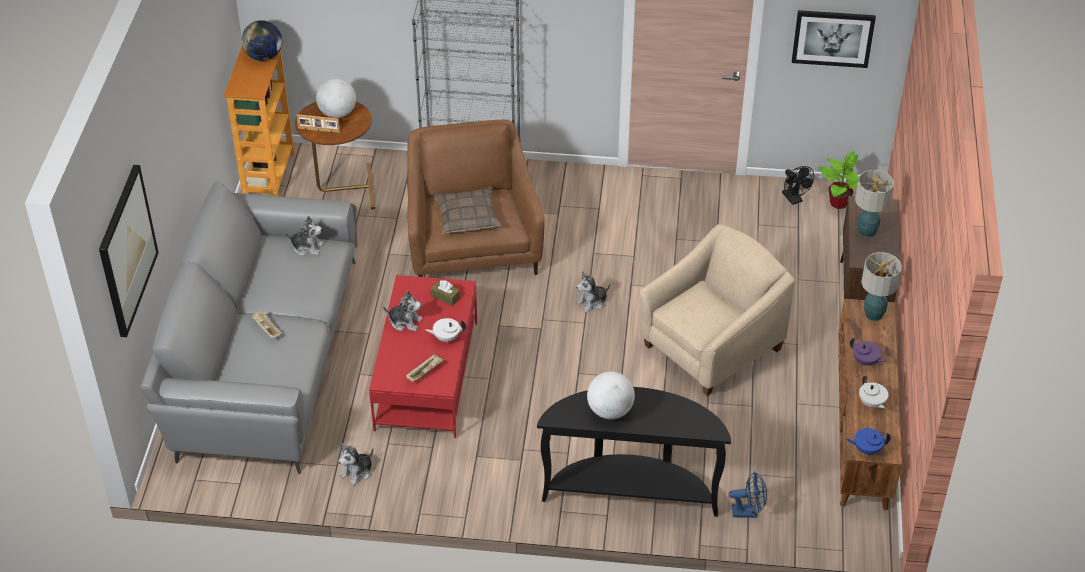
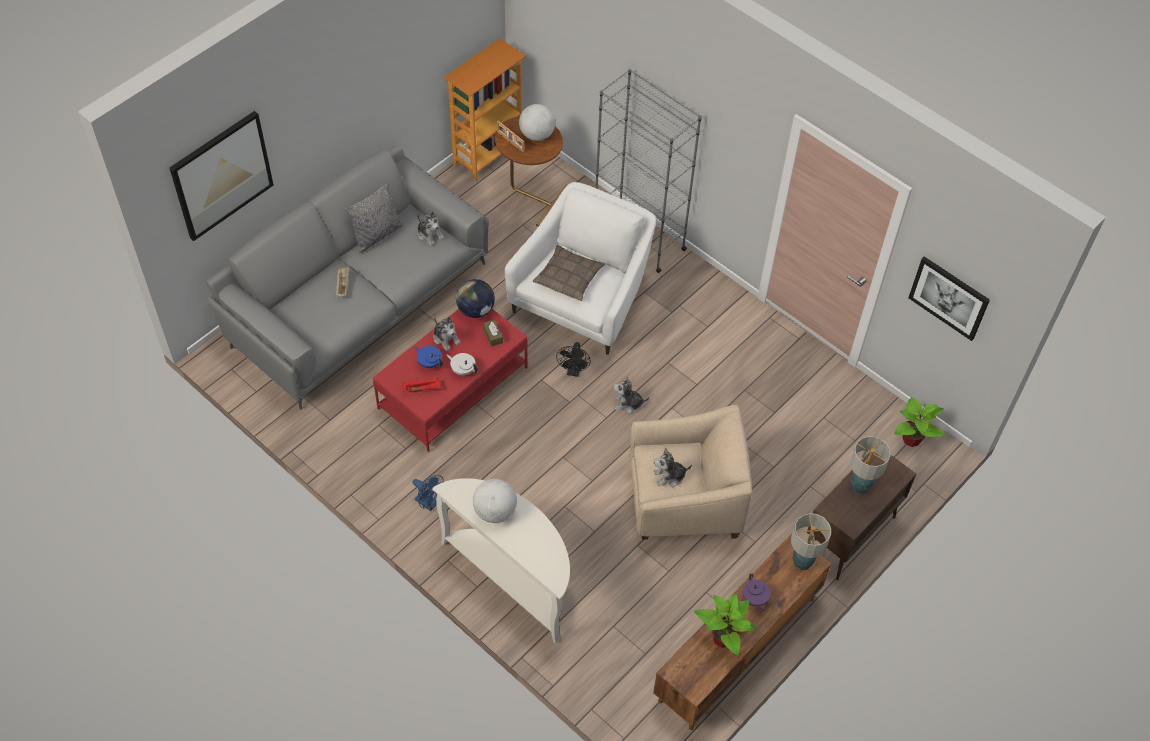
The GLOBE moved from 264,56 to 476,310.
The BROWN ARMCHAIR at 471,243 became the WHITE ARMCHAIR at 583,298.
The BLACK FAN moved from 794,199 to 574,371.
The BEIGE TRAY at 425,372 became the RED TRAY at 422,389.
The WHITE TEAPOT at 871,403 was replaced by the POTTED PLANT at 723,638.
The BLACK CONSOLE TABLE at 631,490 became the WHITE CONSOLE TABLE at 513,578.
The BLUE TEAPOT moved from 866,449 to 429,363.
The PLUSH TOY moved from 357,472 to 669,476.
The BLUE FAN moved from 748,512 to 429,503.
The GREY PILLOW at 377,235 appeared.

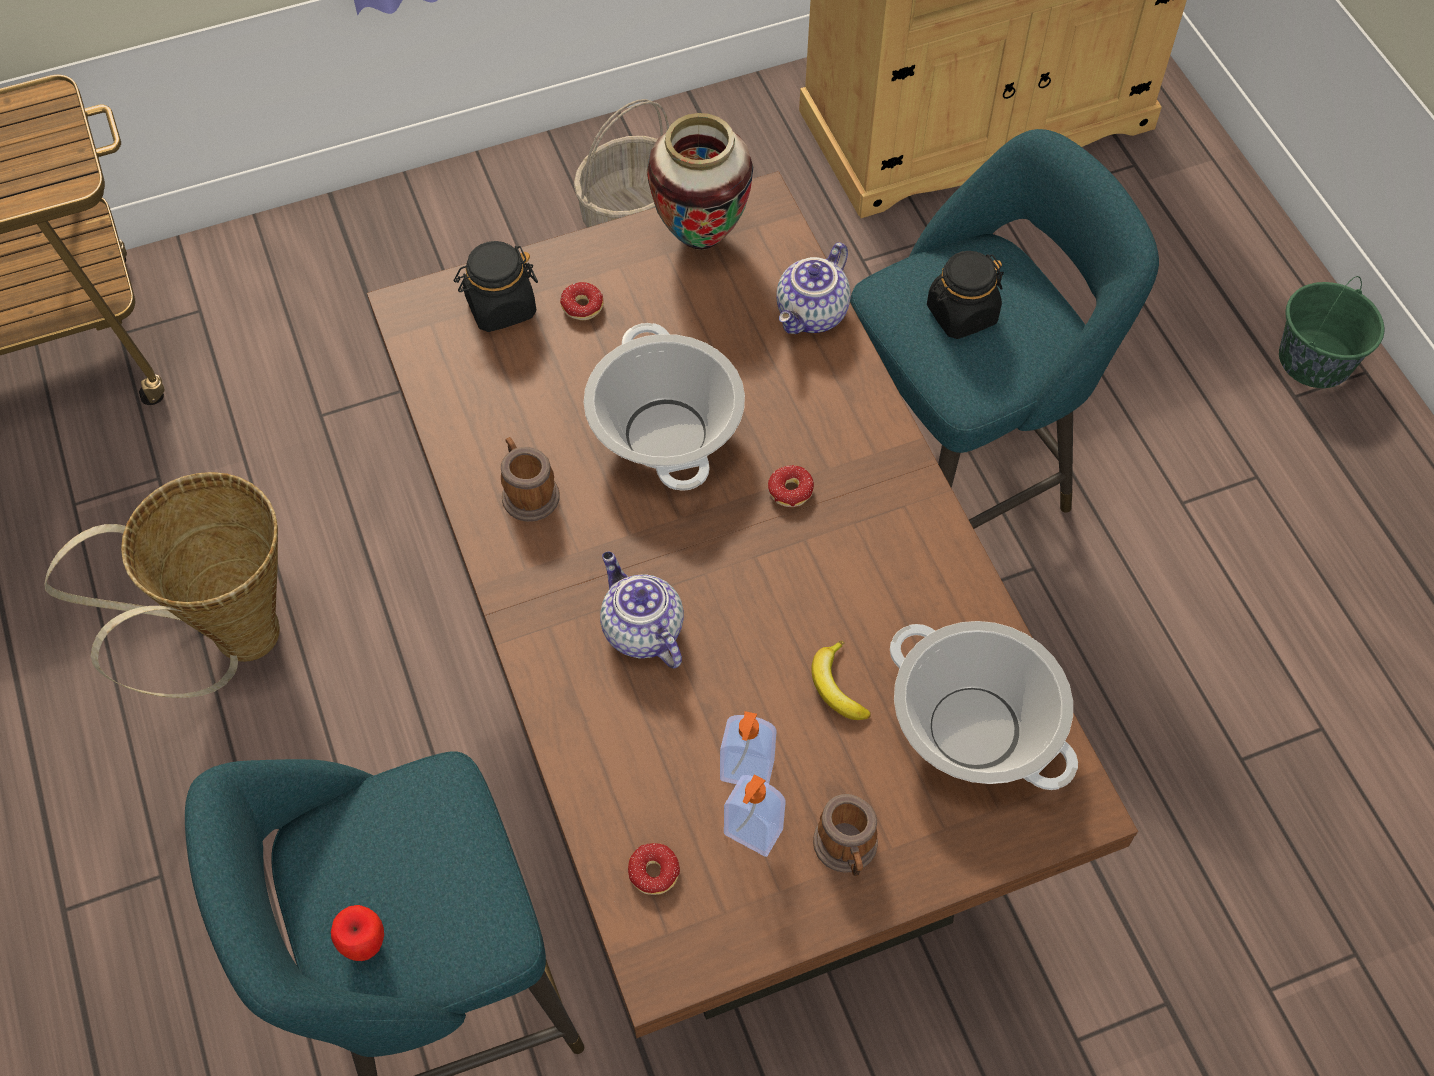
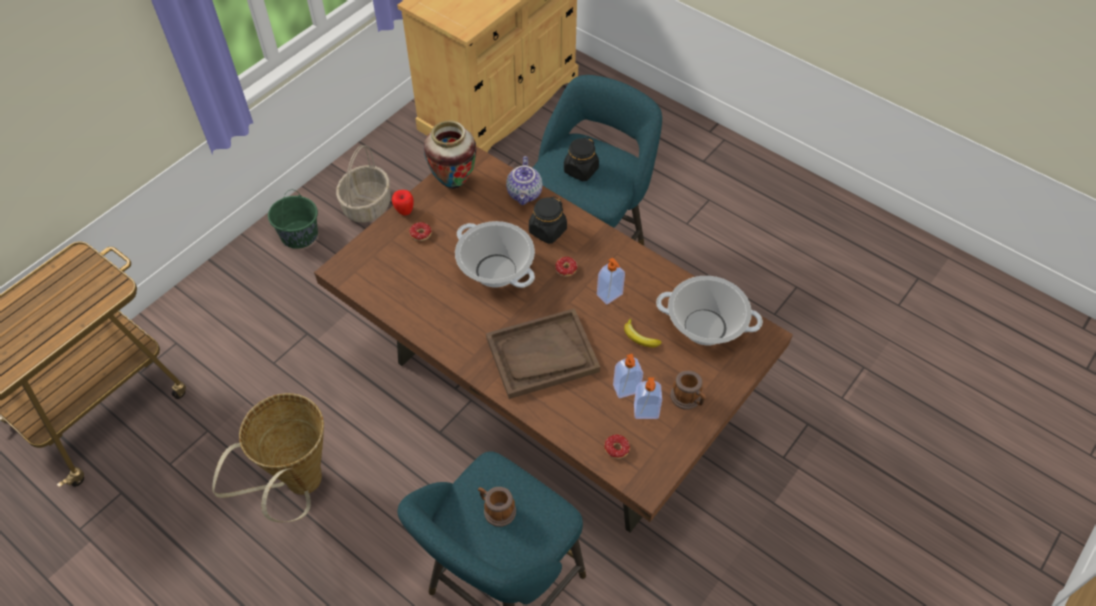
The BLACK JAR moved from 500,307 to 547,231.
The GREEN BUCKET moved from 1314,360 to 299,235.
The MUG moved from 527,492 to 496,510.
The TEAPOT at 641,630 was replaced by the BROWN TRAY at 542,355.
The APPLE moved from 364,945 to 404,212.
The SOAP DISPENSER at 610,295 appeared.

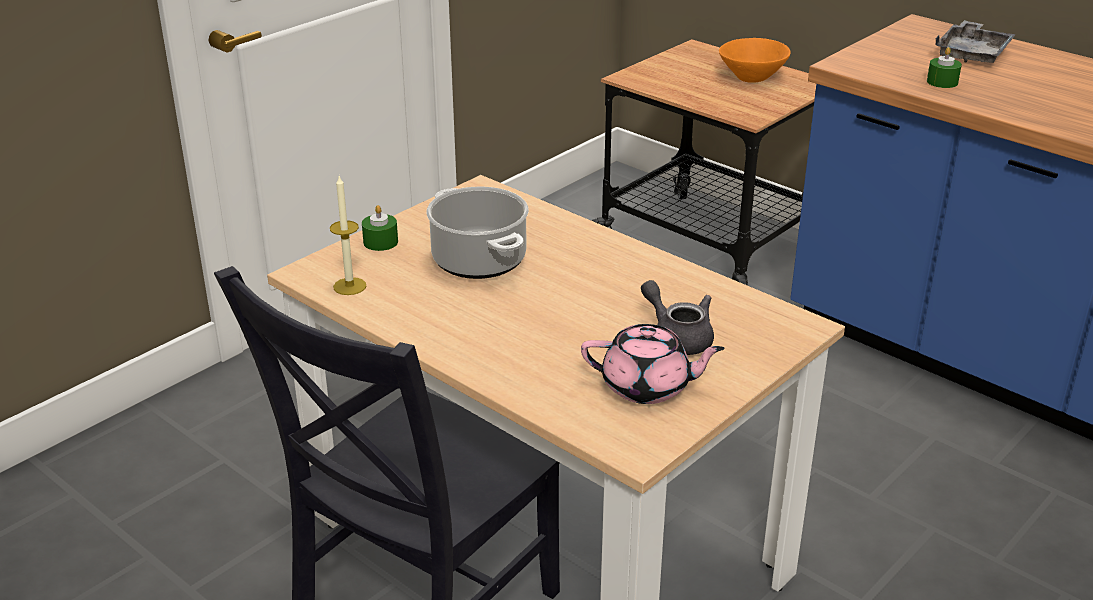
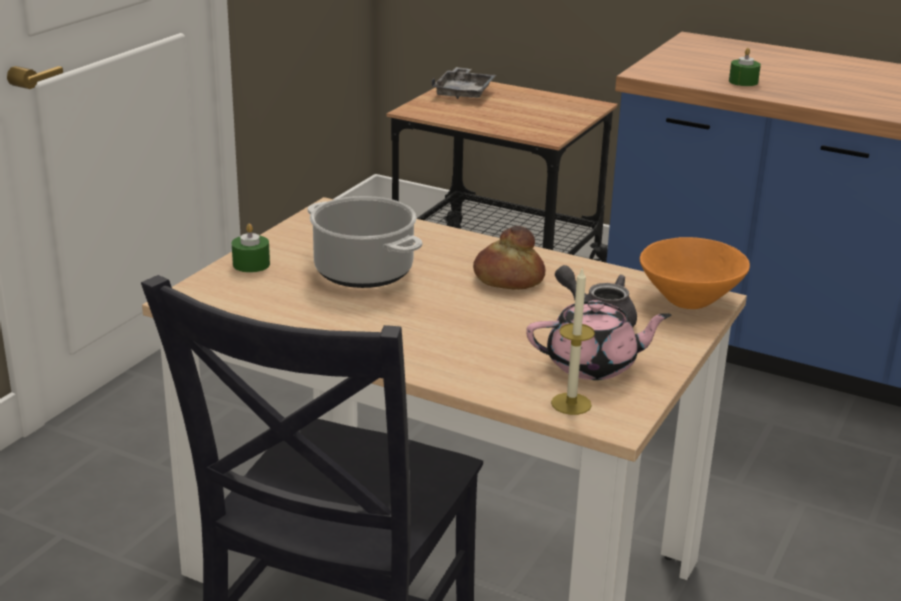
The GREY TRAY moved from 972,54 to 464,92.
The ORANGE BOWL moved from 751,77 to 687,300.
The CANDLE moved from 349,286 to 571,404.
The BREAD at 508,279 appeared.

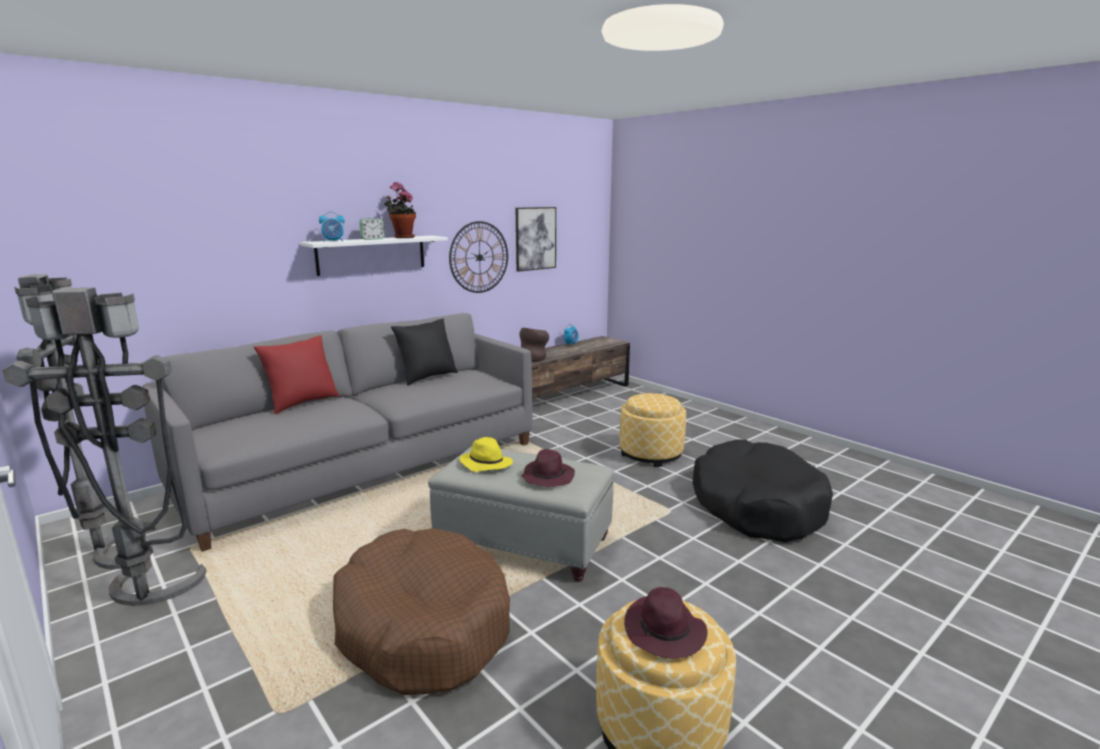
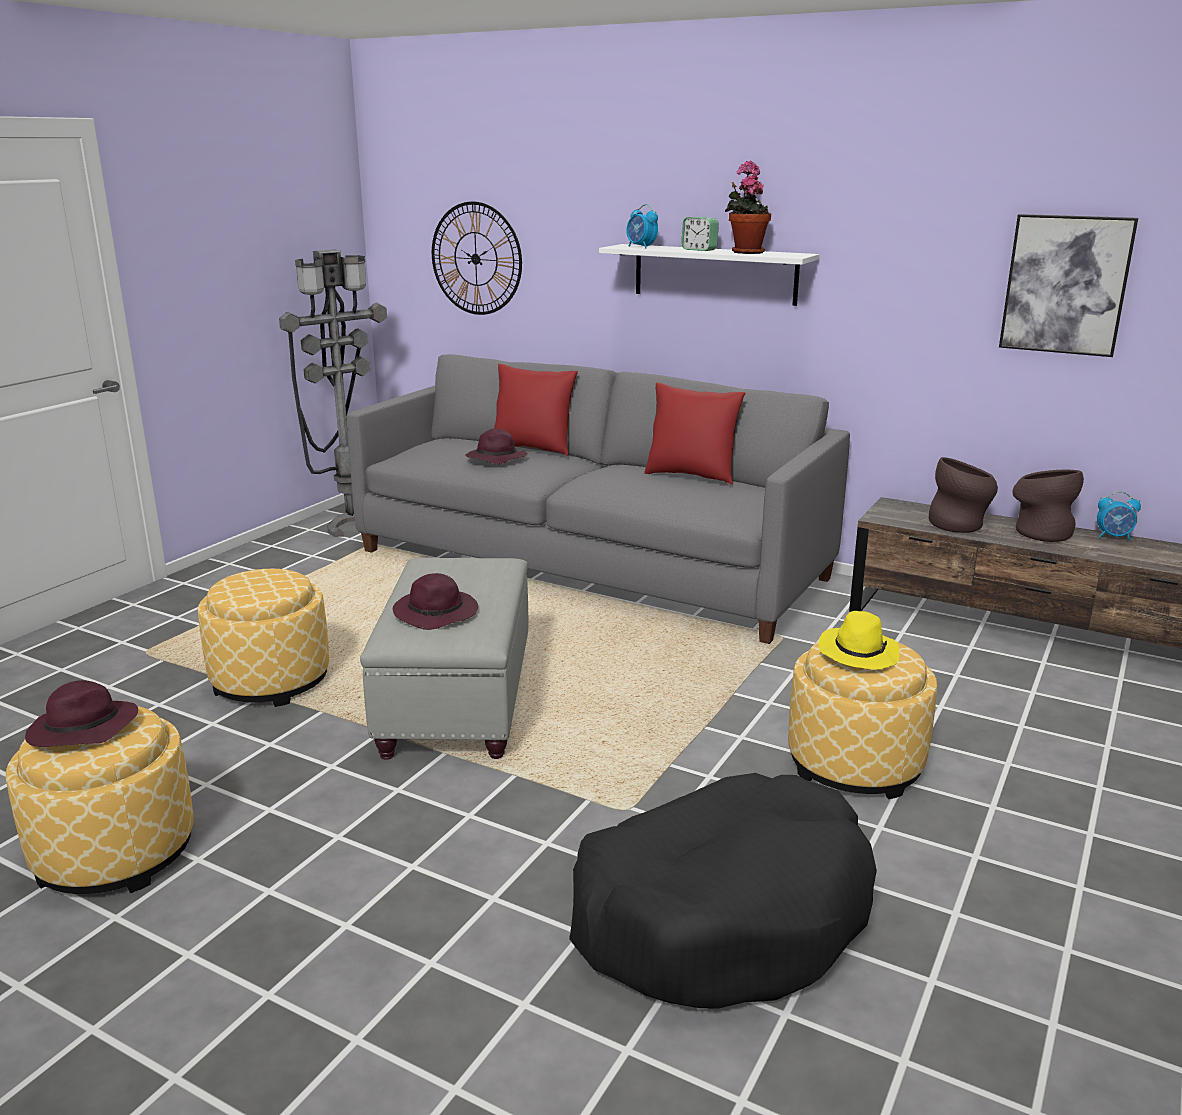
The WALL CLOCK moved from 479,257 to 476,259.
The GREY FLOOR LAMP at 148,597 disappeared.
The BLACK PILLOW at 427,377 became the RED PILLOW at 691,475.
The YELLOW HAT moved from 485,464 to 857,653.
The BROWN DOG BED at 422,626 was replaced by the OTTOMAN at 271,681.
The PURPLE HAT at 495,459 appeared.
The BROWN VASE at 1039,532 appeared.

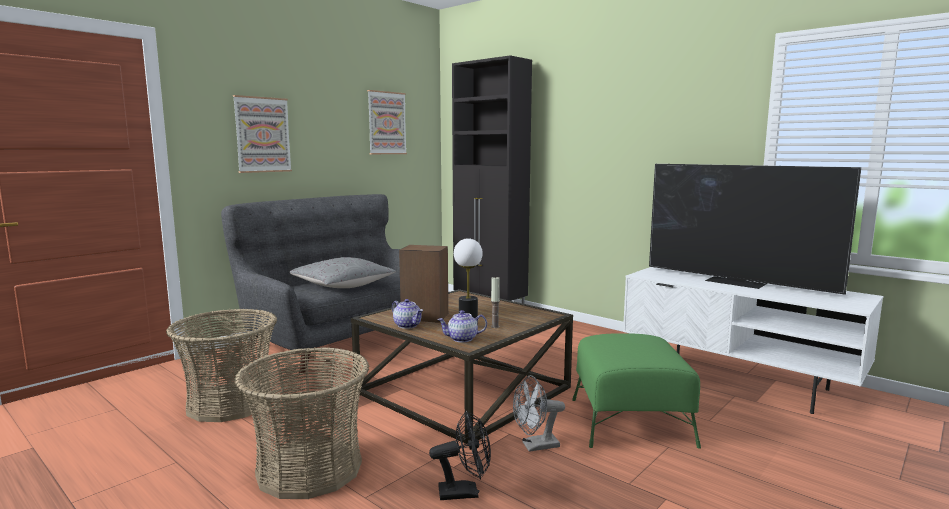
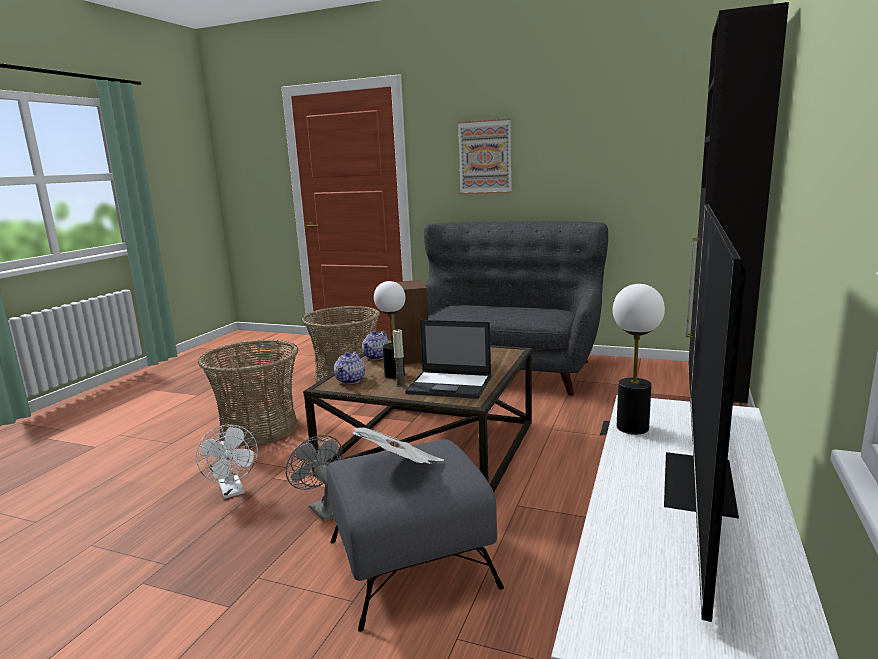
The PICTURE at 386,123 disappeared.
The GREY PILLOW at 343,285 disappeared.
The TEAPOT at 462,339 turned 135 degrees counterclockwise.
The GREEN OTTOMAN at 630,422 became the GREY OTTOMAN at 409,563.
The BLACK FAN at 465,492 became the WHITE FAN at 233,491.
The TABLE LAMP at 632,427 appeared.
The LAPTOP at 450,385 appeared.
The NEWSPAPER at 400,467 appeared.

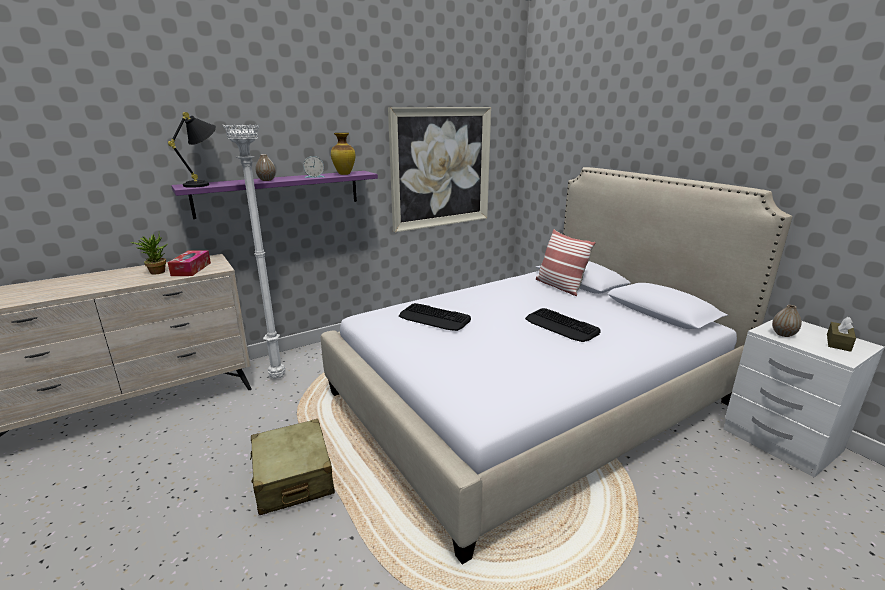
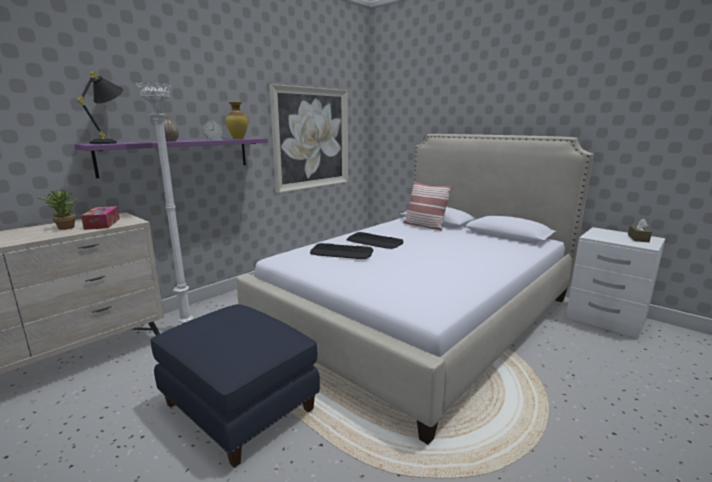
The VASE at 783,334 disappeared.
The KEYBOARD moved from 561,326 to 374,241.
The BEIGE SUITCASE at 293,477 was replaced by the BLUE OTTOMAN at 241,407.

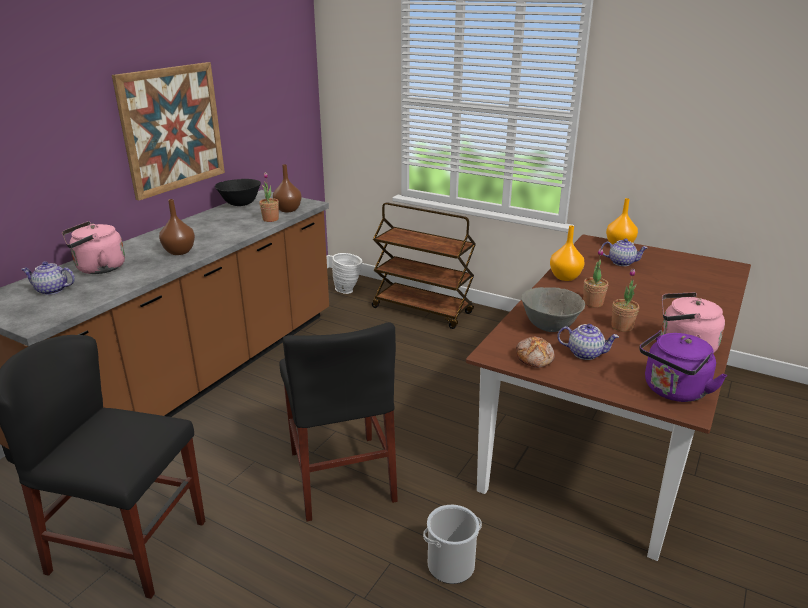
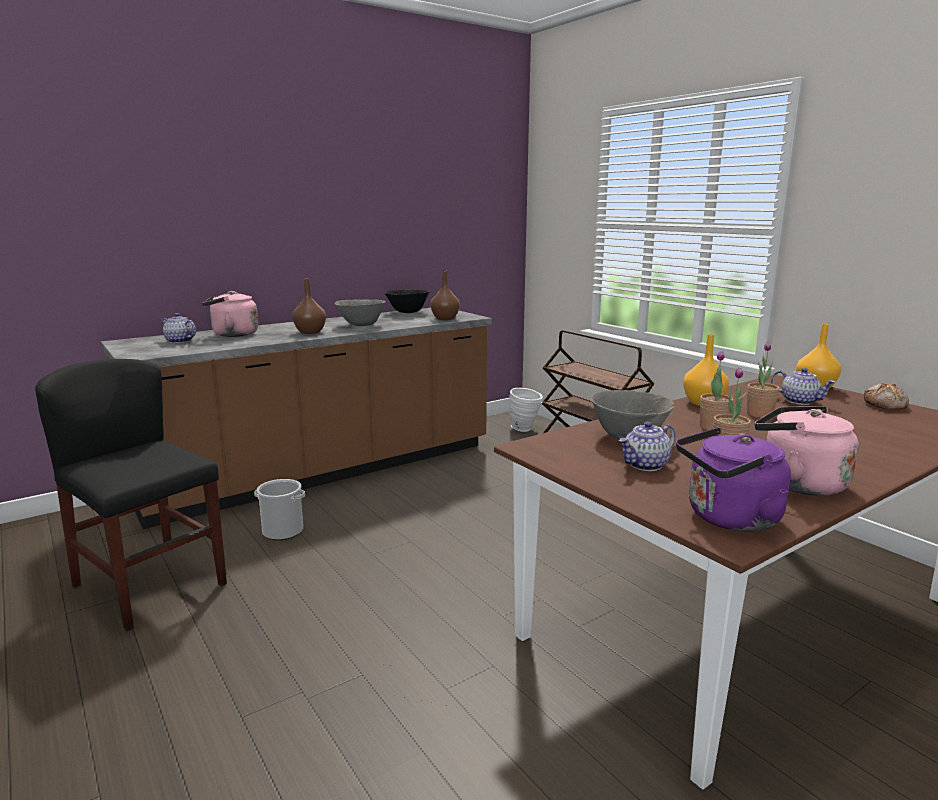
The PICTURE at 172,129 disappeared.
The POTTED PLANT moved from 270,219 to 759,414.
The BLACK CHAIR at 341,475 disappeared.
The TEAPOT at 585,353 turned 105 degrees clockwise.
The BREAD moved from 535,358 to 885,405.
The BUCKET moved from 451,565 to 282,531.
The GREY BOWL at 361,325 appeared.

